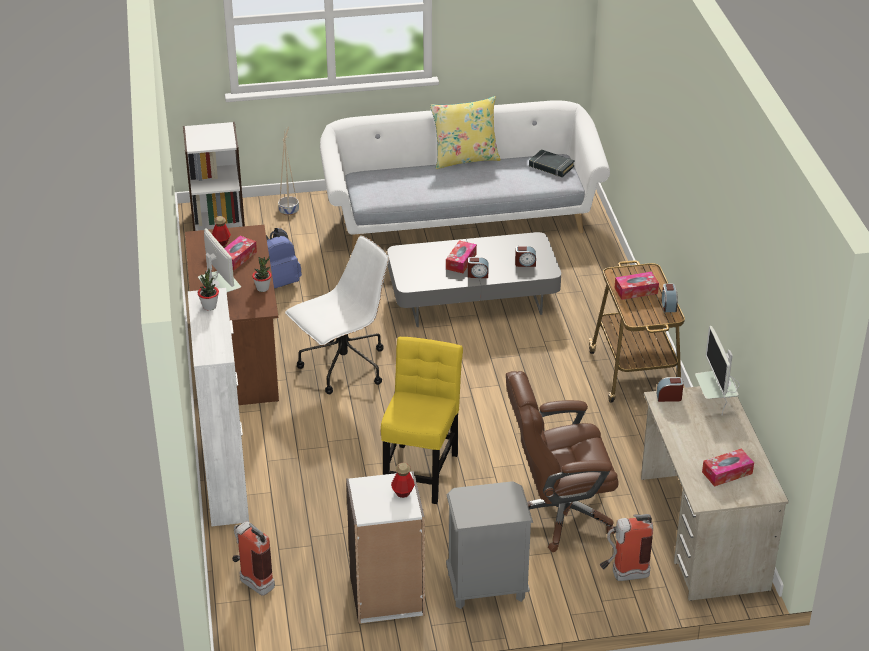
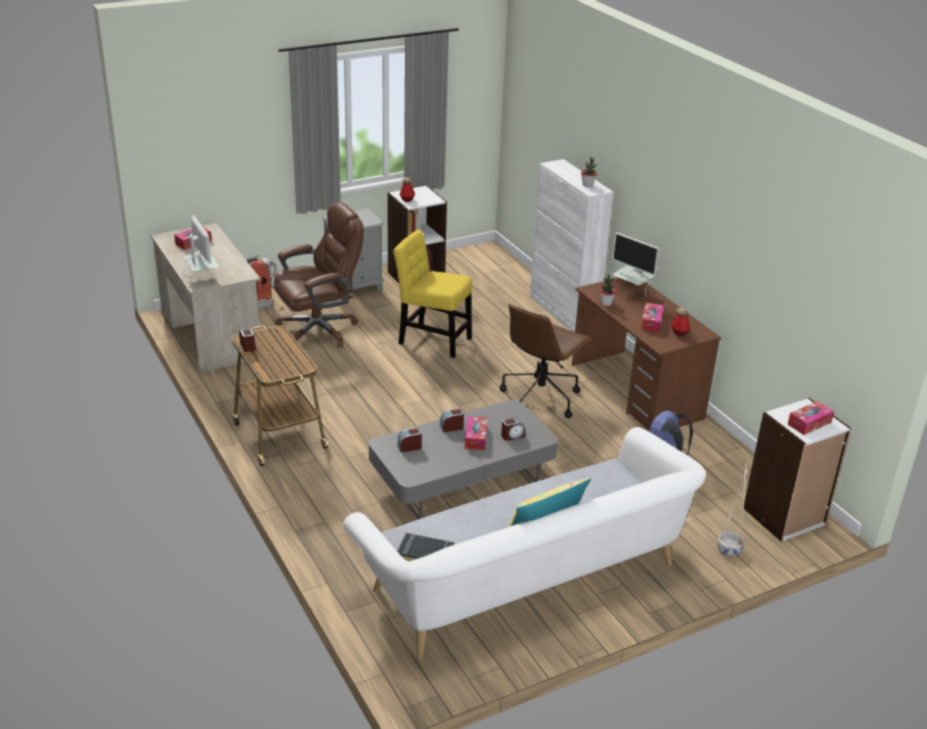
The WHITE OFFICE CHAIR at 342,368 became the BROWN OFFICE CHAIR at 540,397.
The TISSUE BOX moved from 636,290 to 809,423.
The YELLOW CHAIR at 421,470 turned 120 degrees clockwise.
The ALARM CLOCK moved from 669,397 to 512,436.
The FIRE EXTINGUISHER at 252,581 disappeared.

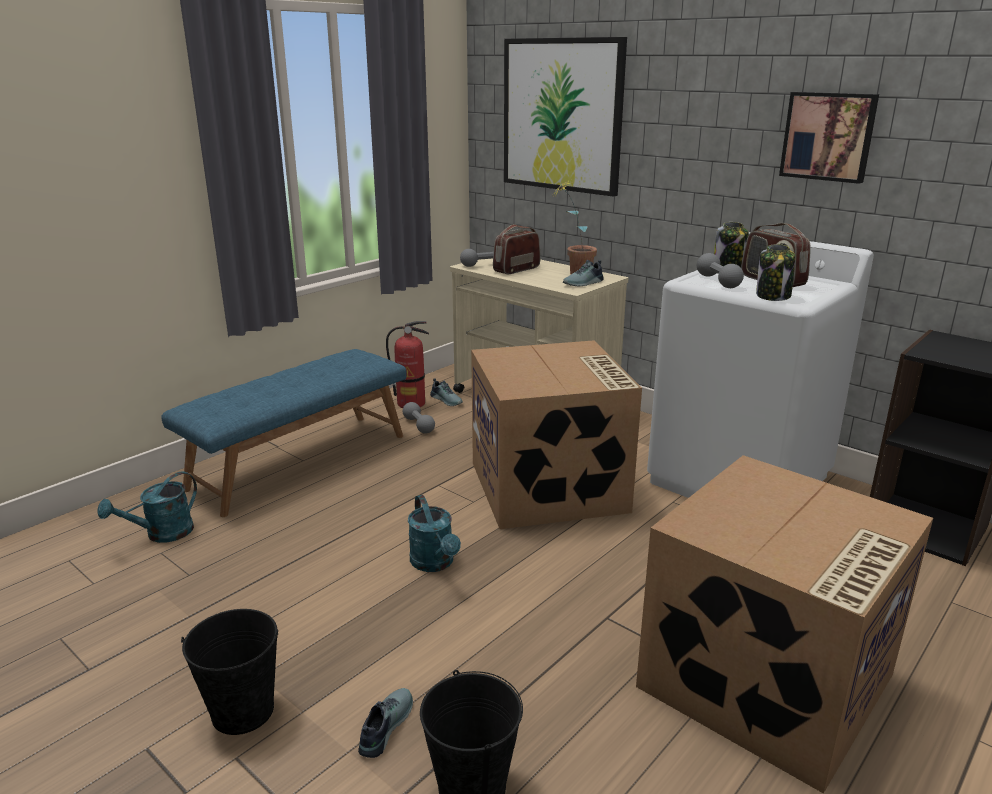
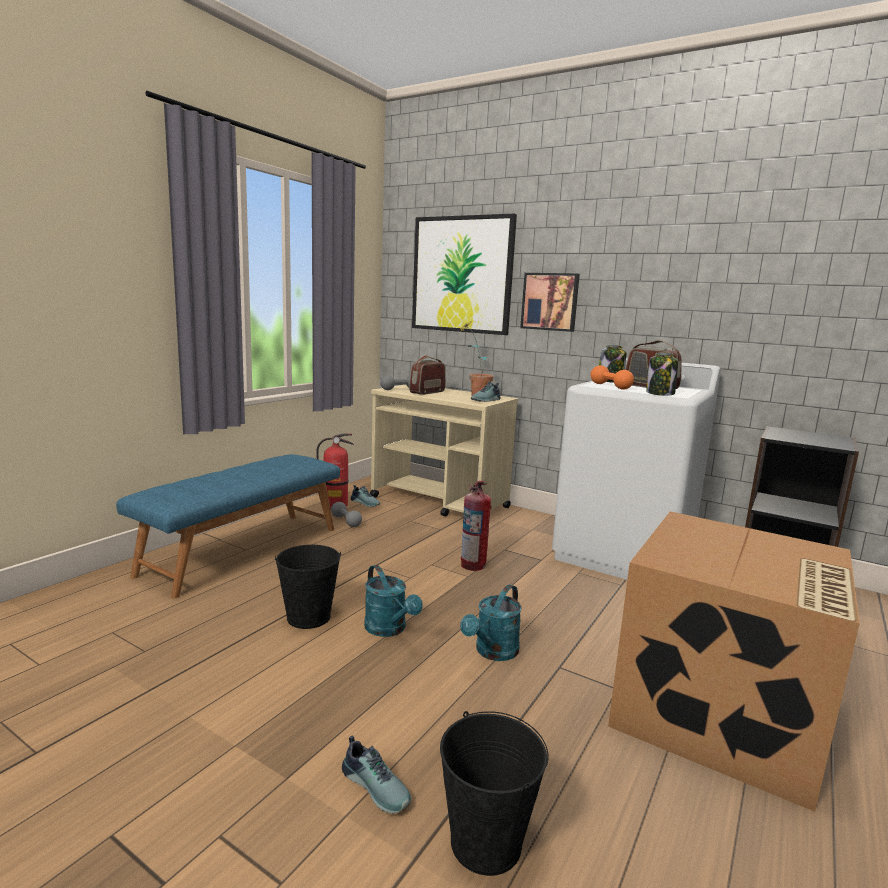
The PICTURE moved from 828,136 to 550,301.
The GREY DUMBBELL at 718,281 became the ORANGE DUMBBELL at 610,386.
The CARDBOARD BOX at 550,487 was replaced by the FIRE EXTINGUISHER at 473,565.
The TURQUOISE WATERING CAN moved from 162,534 to 493,652.
The BLACK BUCKET moved from 242,710 to 308,617.
The SHOE at 384,726 turned 120 degrees clockwise.

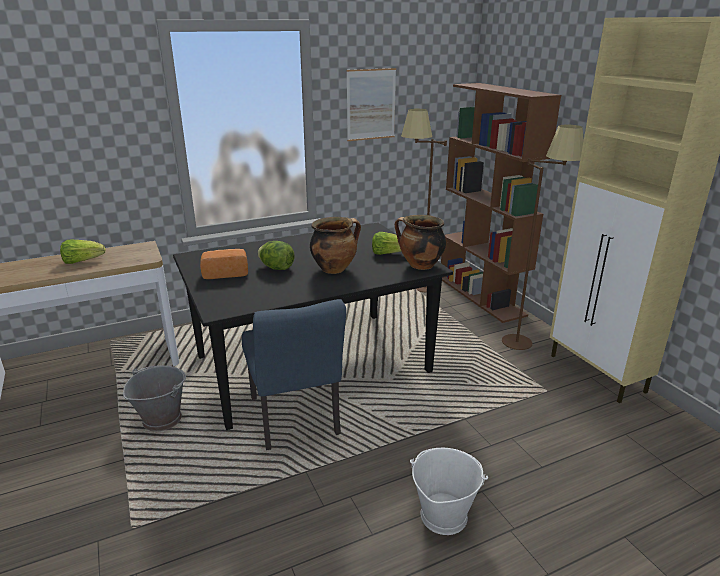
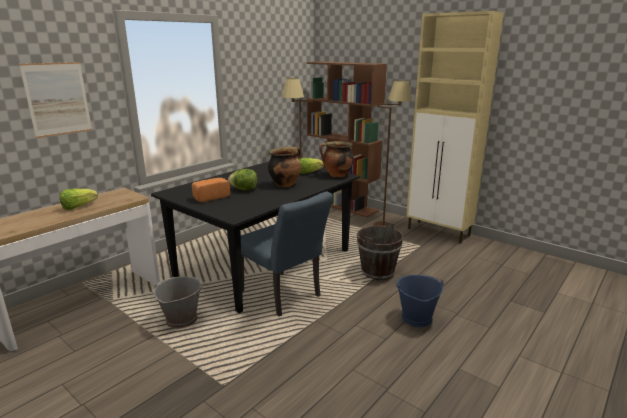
The PICTURE moved from 371,104 to 58,99.
The WHITE BUCKET at 443,515 became the BLUE BUCKET at 416,318.
The BROWN BUCKET at 378,272 appeared.

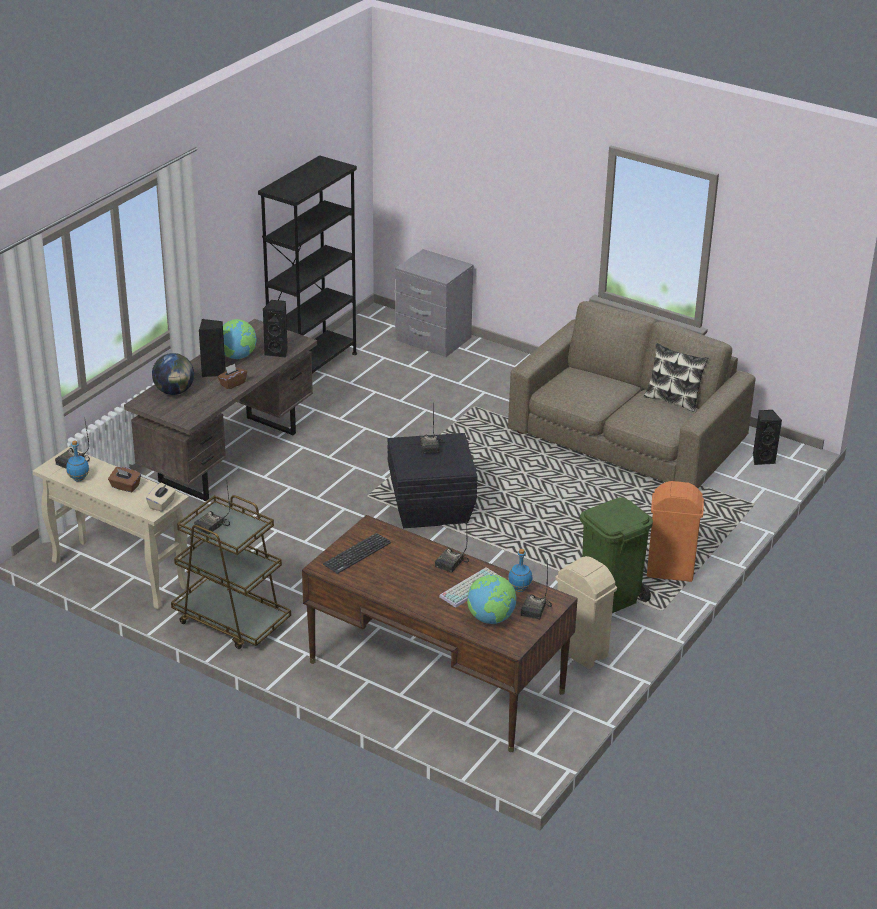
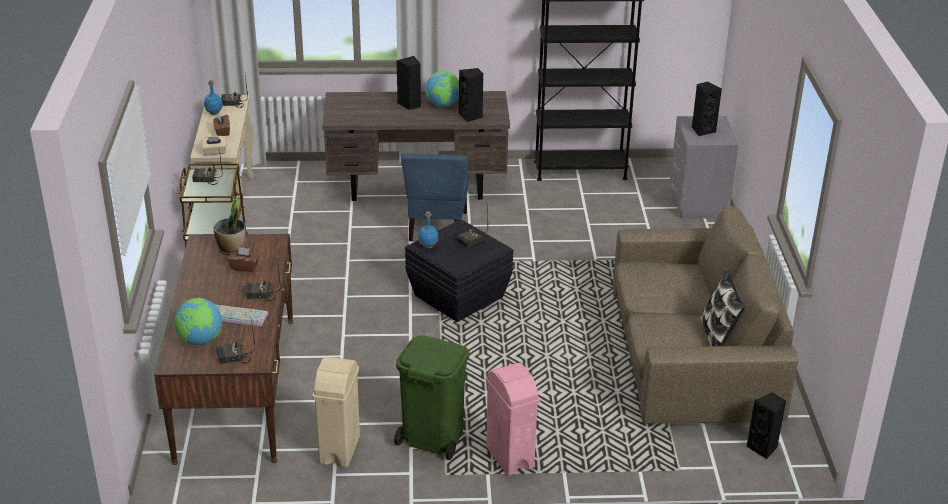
The GLOBE at 174,391 disappeared.
The BROWN TISSUE BOX moved from 232,384 to 244,267.
The ORANGE TRASH CAN at 669,571 became the PINK TRASH CAN at 509,457.
The KEYBOARD at 357,554 was replaced by the POTTED PLANT at 231,249.
The BLUE BOTTLE moved from 519,589 to 428,246.
The BLACK SPEAKER at 702,130 appeared.
The BLUE CHAIR at 436,227 appeared.

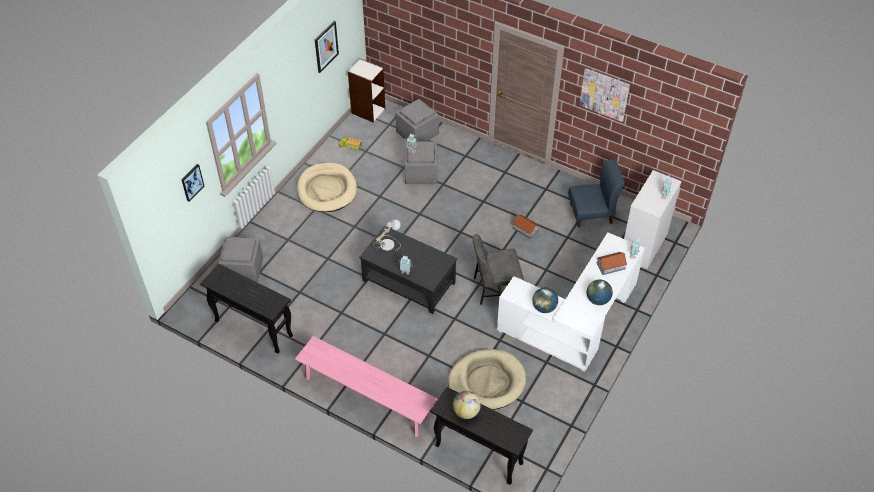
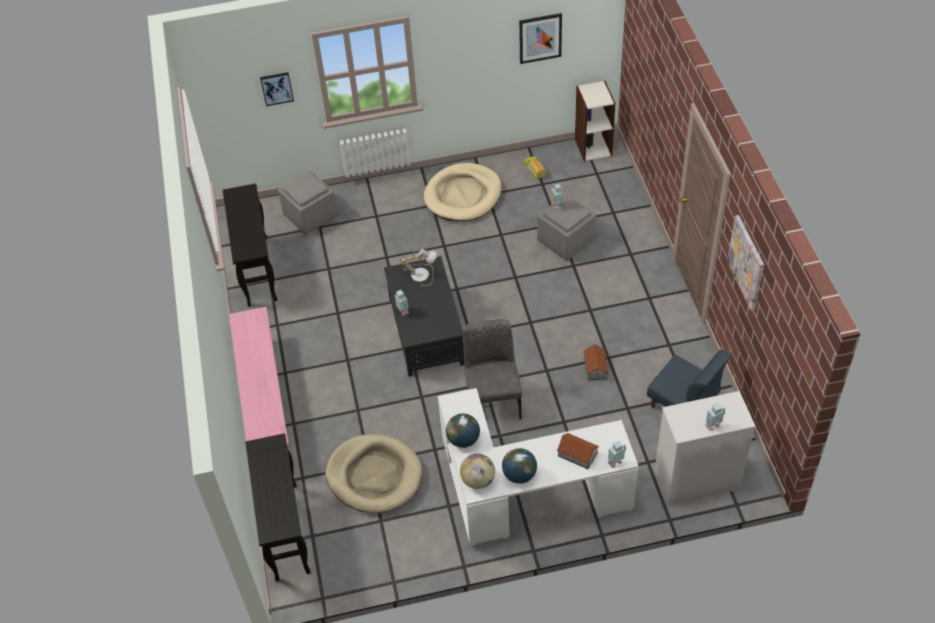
The GREY OTTOMAN at 418,133 disappeared.
The GREY CHAIR at 495,288 turned 45 degrees clockwise.
The GLOBE moved from 466,411 to 478,480.

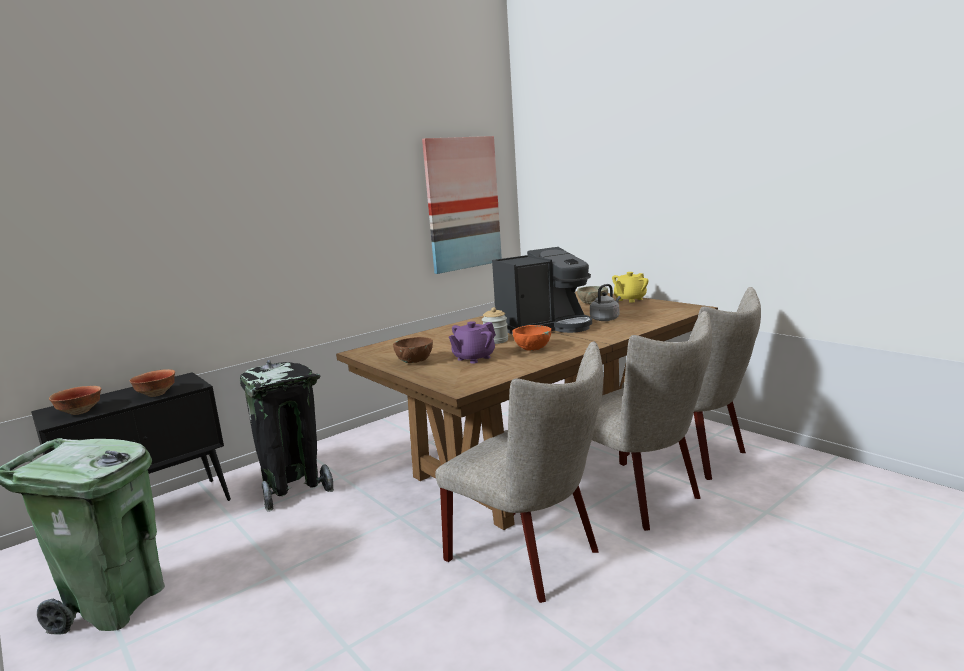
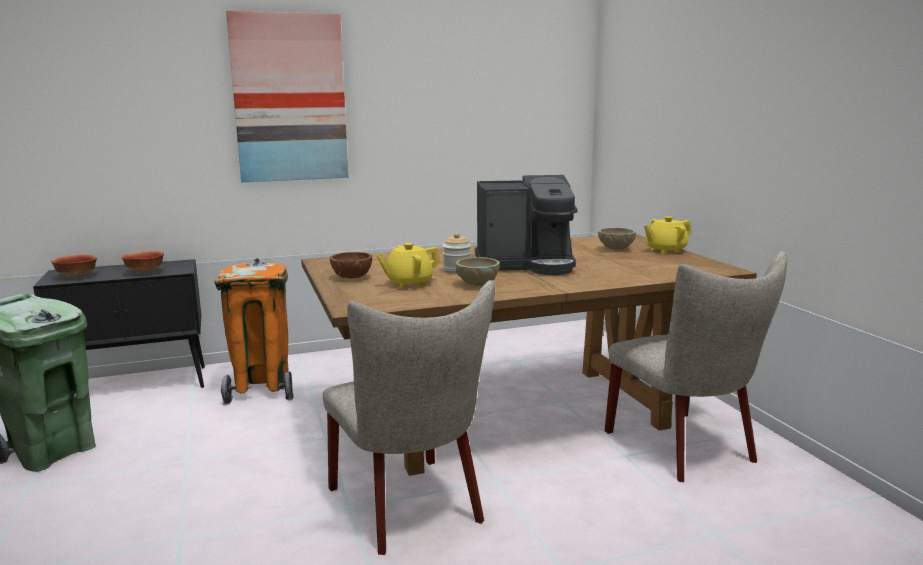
The PICTURE moved from 462,204 to 289,98.
The GREY KETTLE at 605,319 disappeared.
The BEIGE CHAIR at 639,497 disappeared.
The PURPLE TEAPOT at 473,358 became the YELLOW TEAPOT at 409,283.
The ORANGE BOWL at 532,350 became the BEIGE BOWL at 477,285.
The BLACK TRASH CAN at 294,488 became the ORANGE TRASH CAN at 261,389.

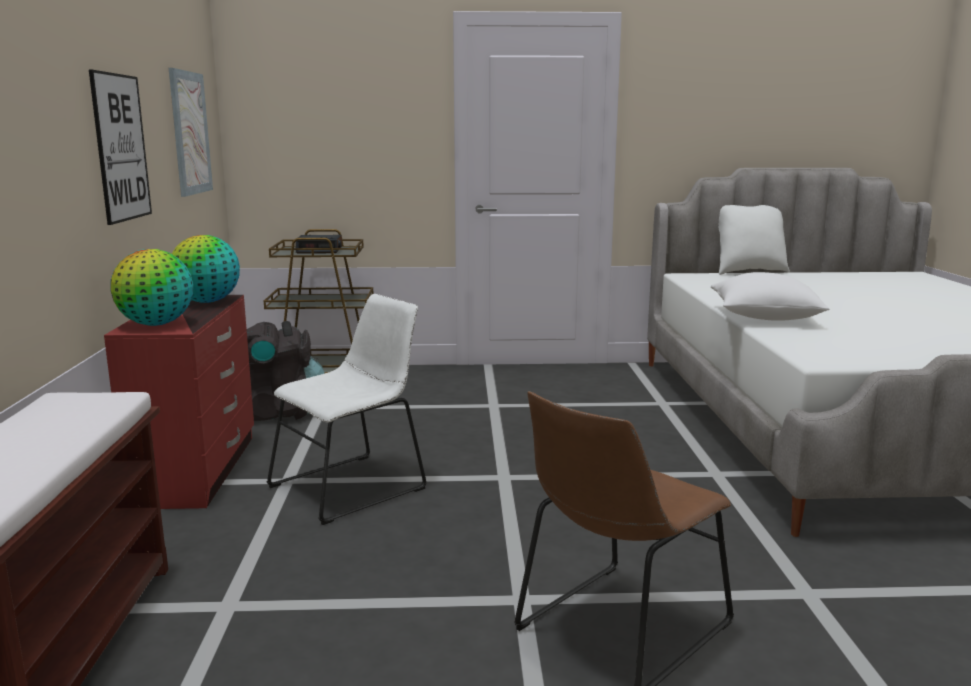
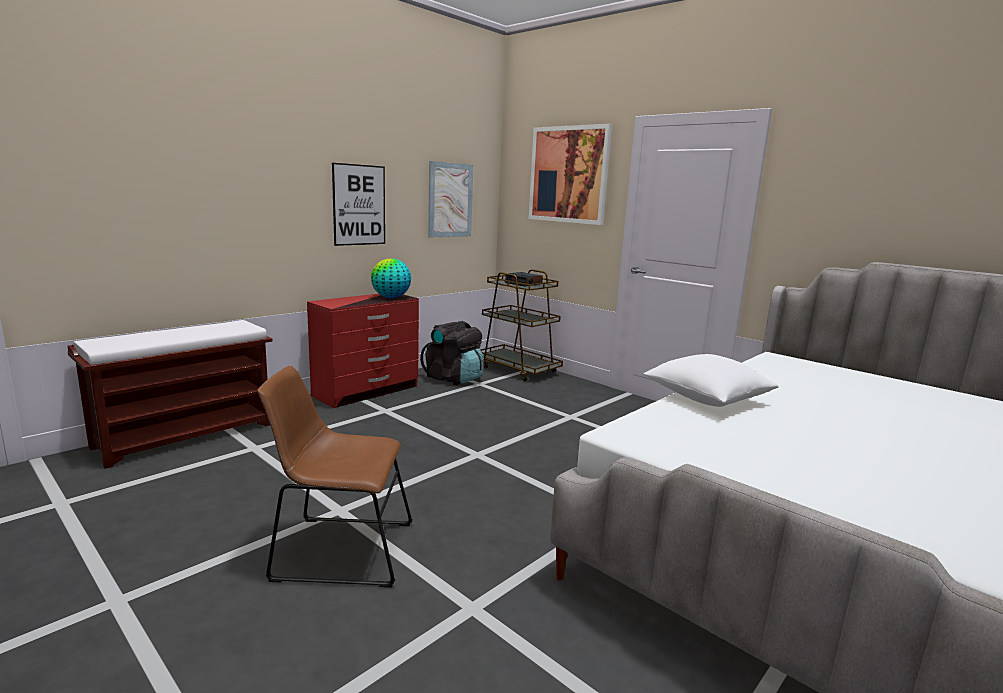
The WHITE PILLOW at 748,272 disappeared.
The GLOBE at 157,324 disappeared.
The WHITE CHAIR at 353,486 disappeared.
The PICTURE at 568,175 appeared.

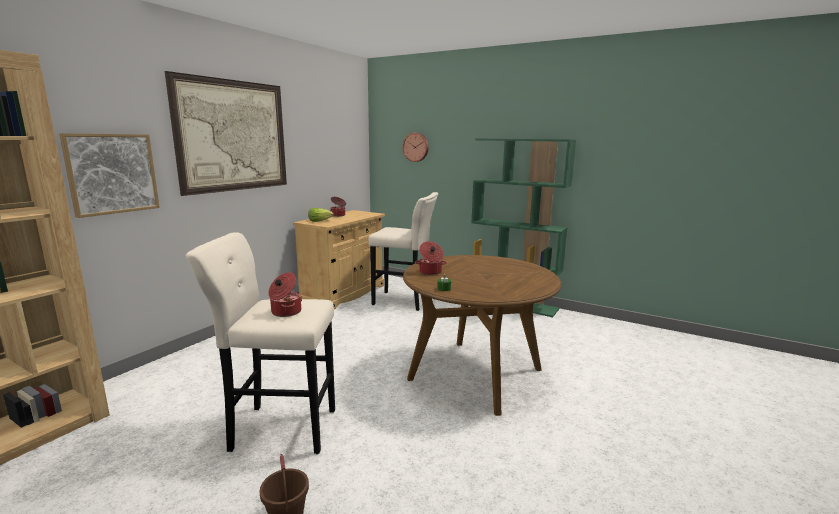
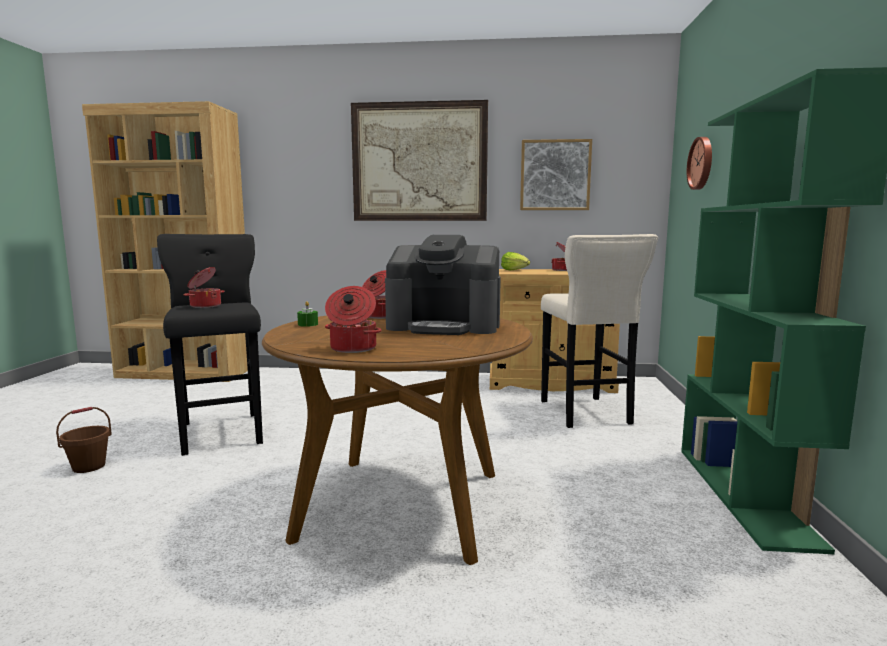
The PICTURE moved from 112,173 to 555,175.
The BEIGE STOOL at 279,428 became the BLACK STOOL at 222,431.
The COFFEE MACHINE at 444,326 appeared.
The COOKING POT at 352,348 appeared.

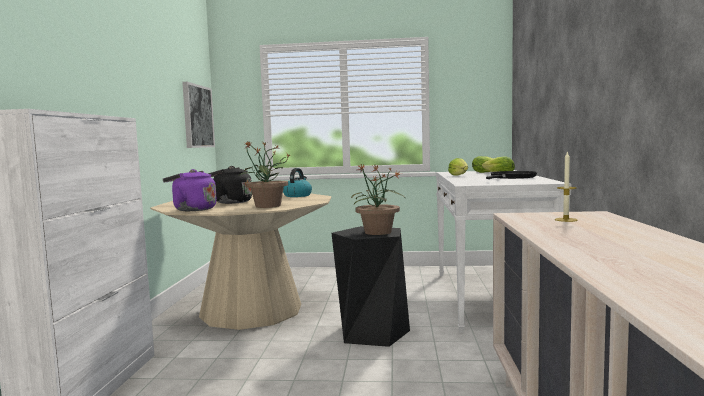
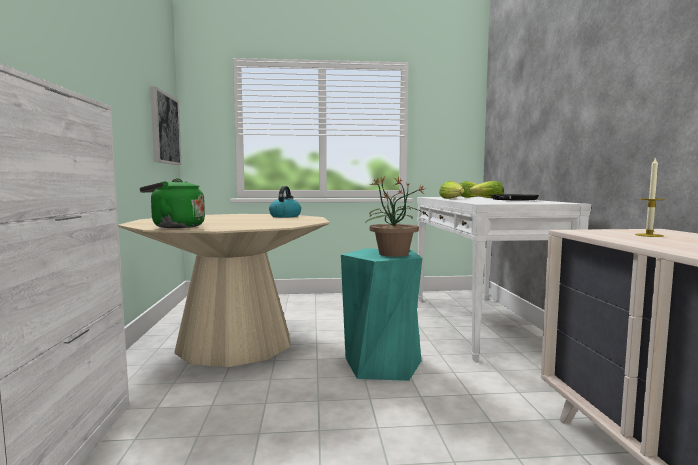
The POTTED PLANT at 267,206 disappeared.
The BLACK KETTLE at 230,202 disappeared.
The PURPLE KETTLE at 192,210 became the GREEN KETTLE at 175,227.
The BLACK STOOL at 372,332 became the TURQUOISE STOOL at 382,365.

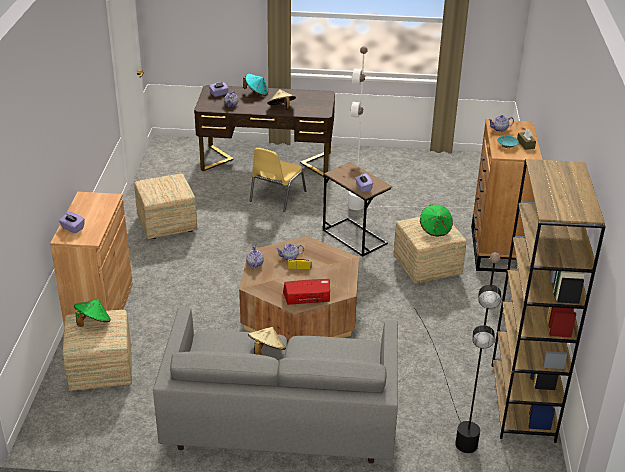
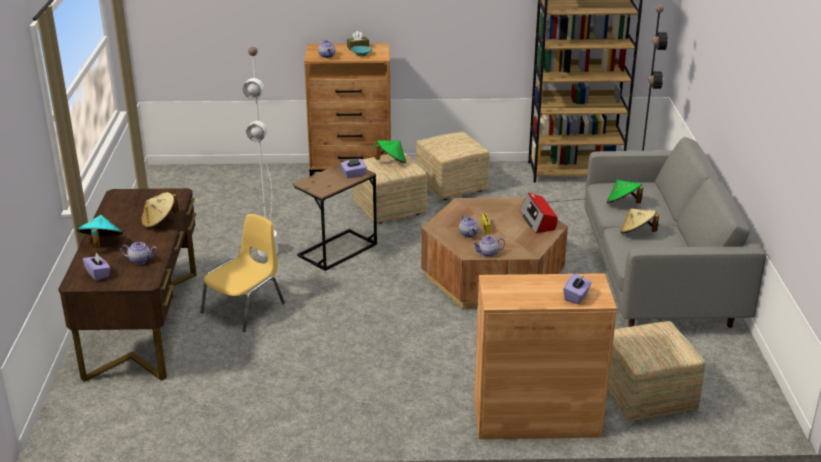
The YELLOW CHAIR at 276,196 turned 75 degrees counterclockwise.
The OTTOMAN moved from 166,225 to 452,187.
The GREEN HAT moved from 93,322 to 623,204.

